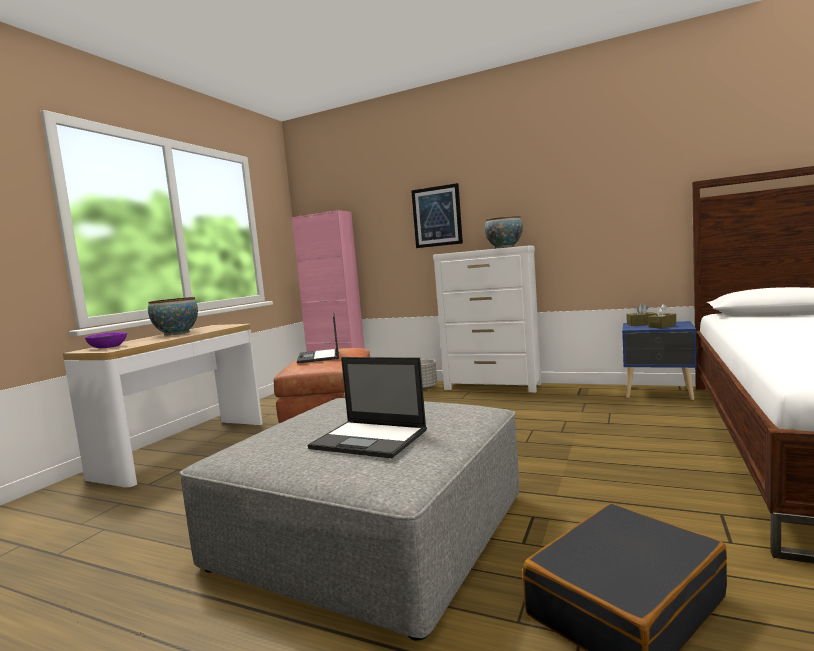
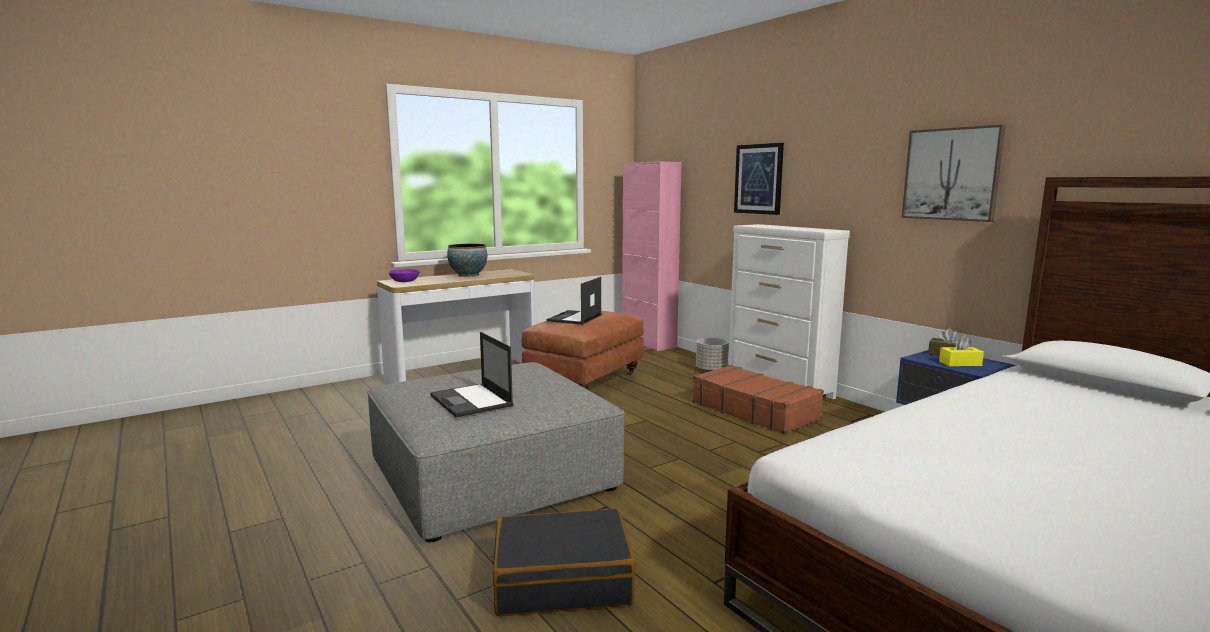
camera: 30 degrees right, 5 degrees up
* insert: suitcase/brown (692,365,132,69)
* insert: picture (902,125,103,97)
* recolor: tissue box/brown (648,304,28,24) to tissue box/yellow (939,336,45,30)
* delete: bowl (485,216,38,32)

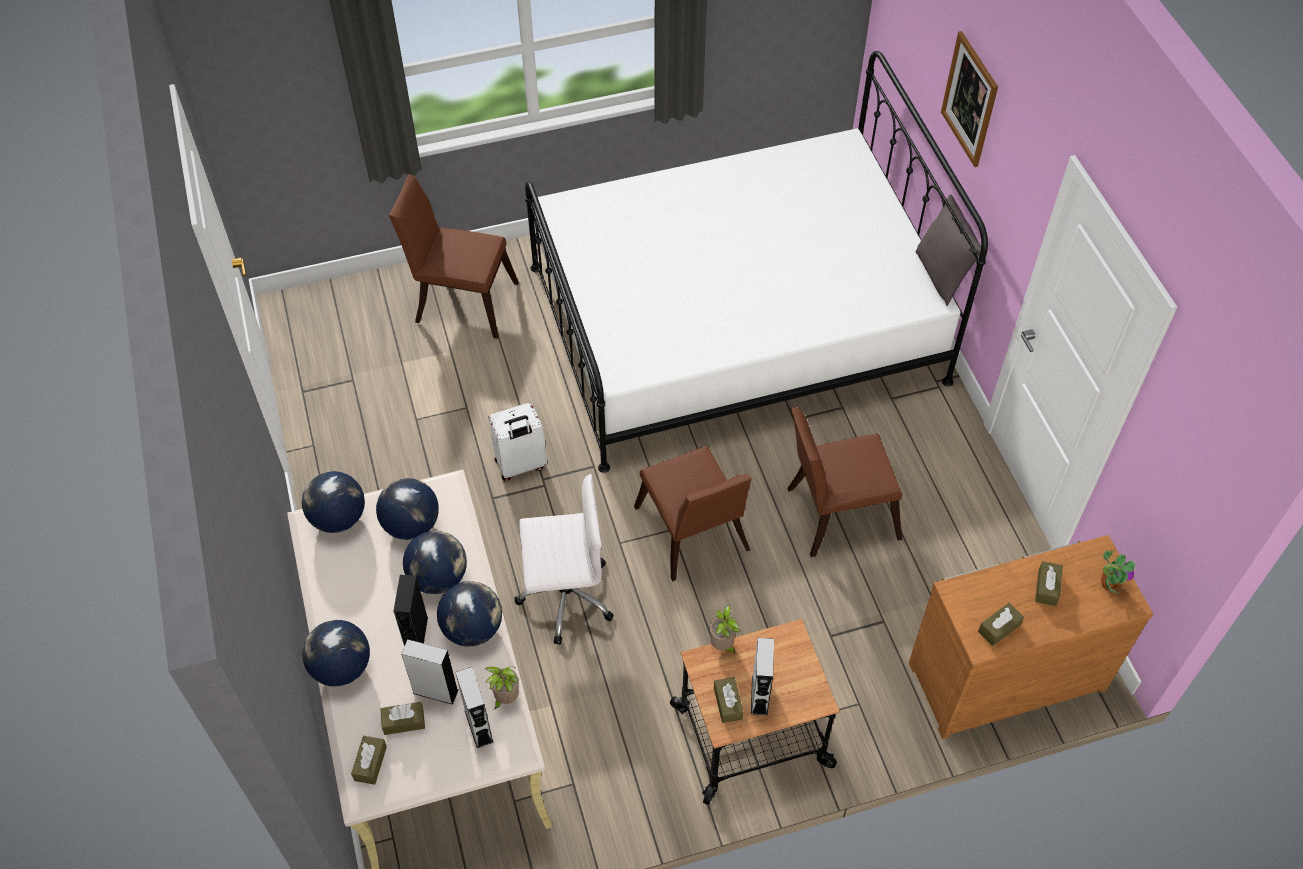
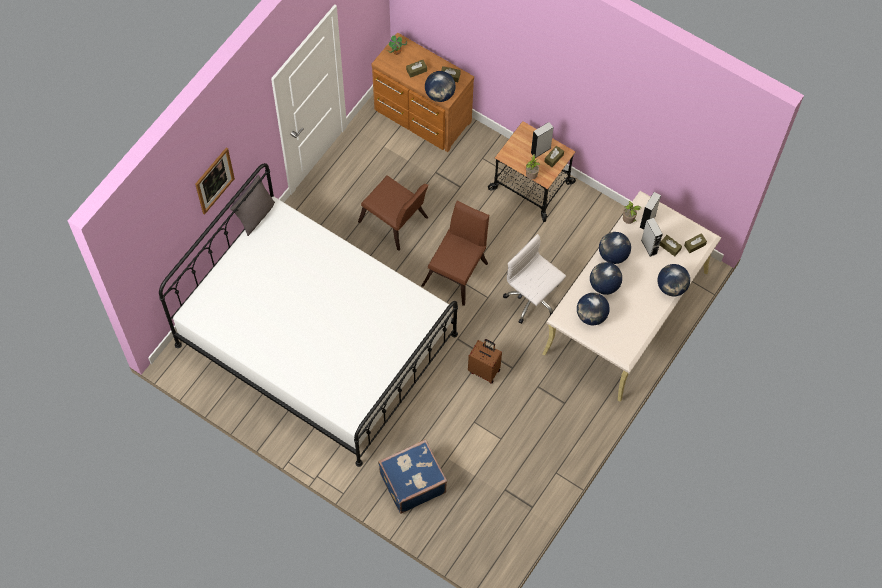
camera: 130 degrees left, 10 degrees up
* replace: chair/brown (389,174,130,165) to suitcase/blue (378,439,69,75)
* move: globe (302,471,63,62) to (425,71,31,31)
* recolor: suitcase/white (488,402,59,80) to suitcase/brown (468,339,34,45)
* delete: speaker/black (393,575,35,71)

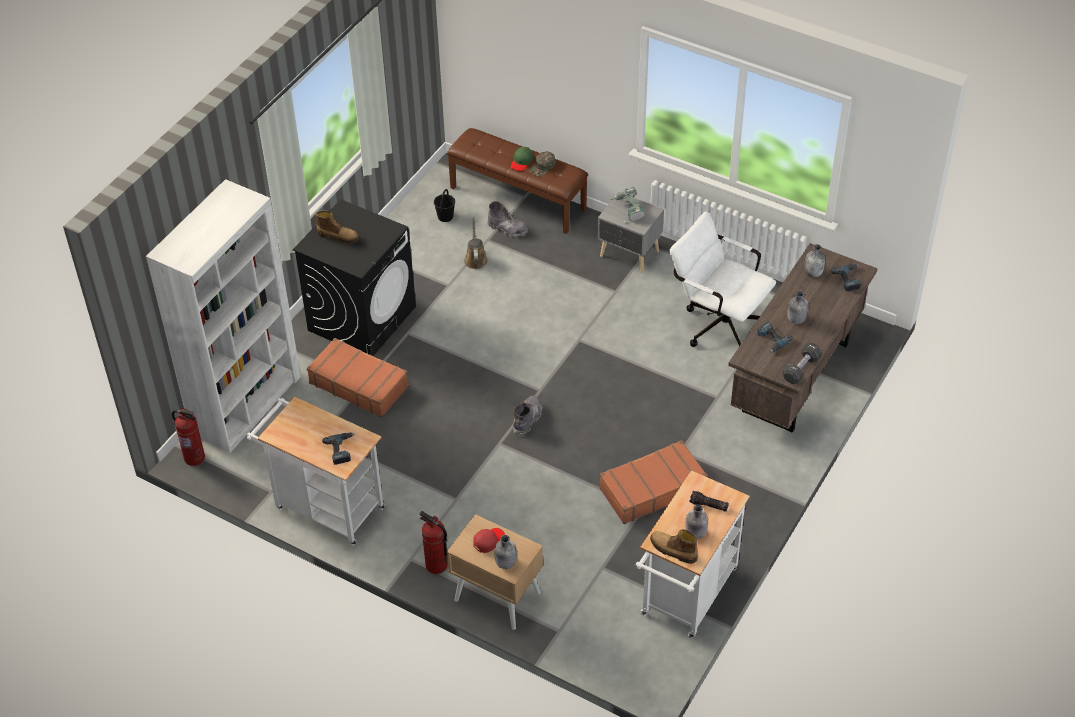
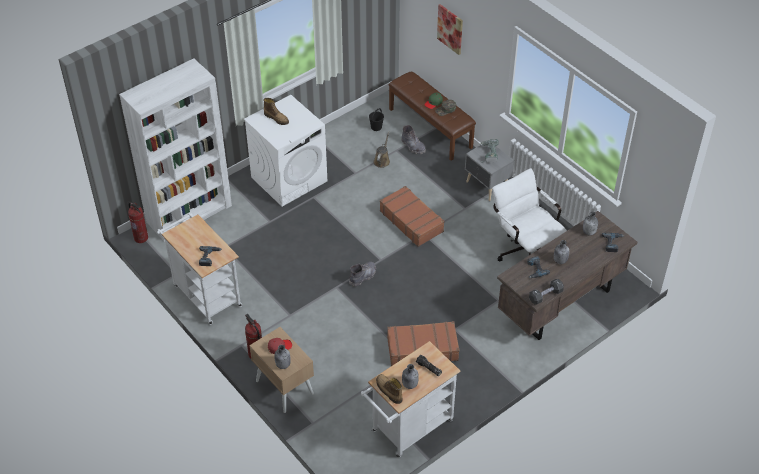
camera: 20 degrees right, 0 degrees up
* recolor: washing machine/black (293,199,123,157) to washing machine/white (244,95,83,112)
* move: suitcase/brown (307,338,102,80) to (380,186,65,61)
* insert: picture (437,4,26,51)

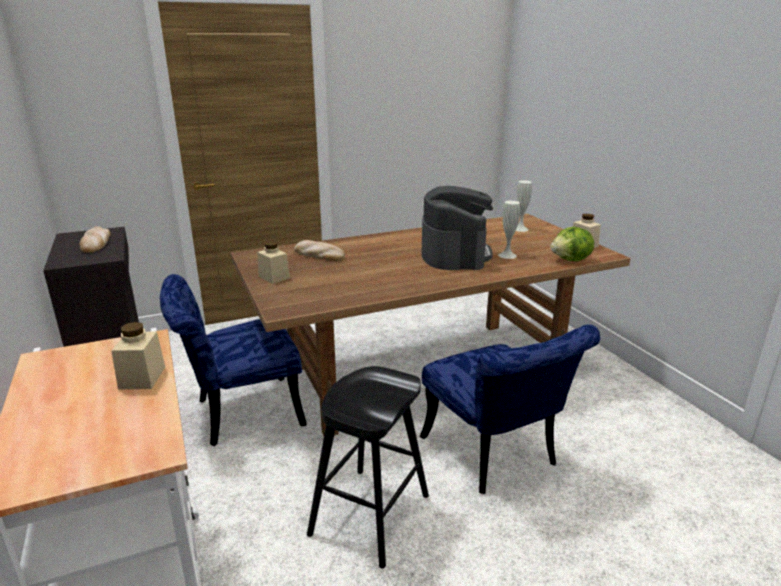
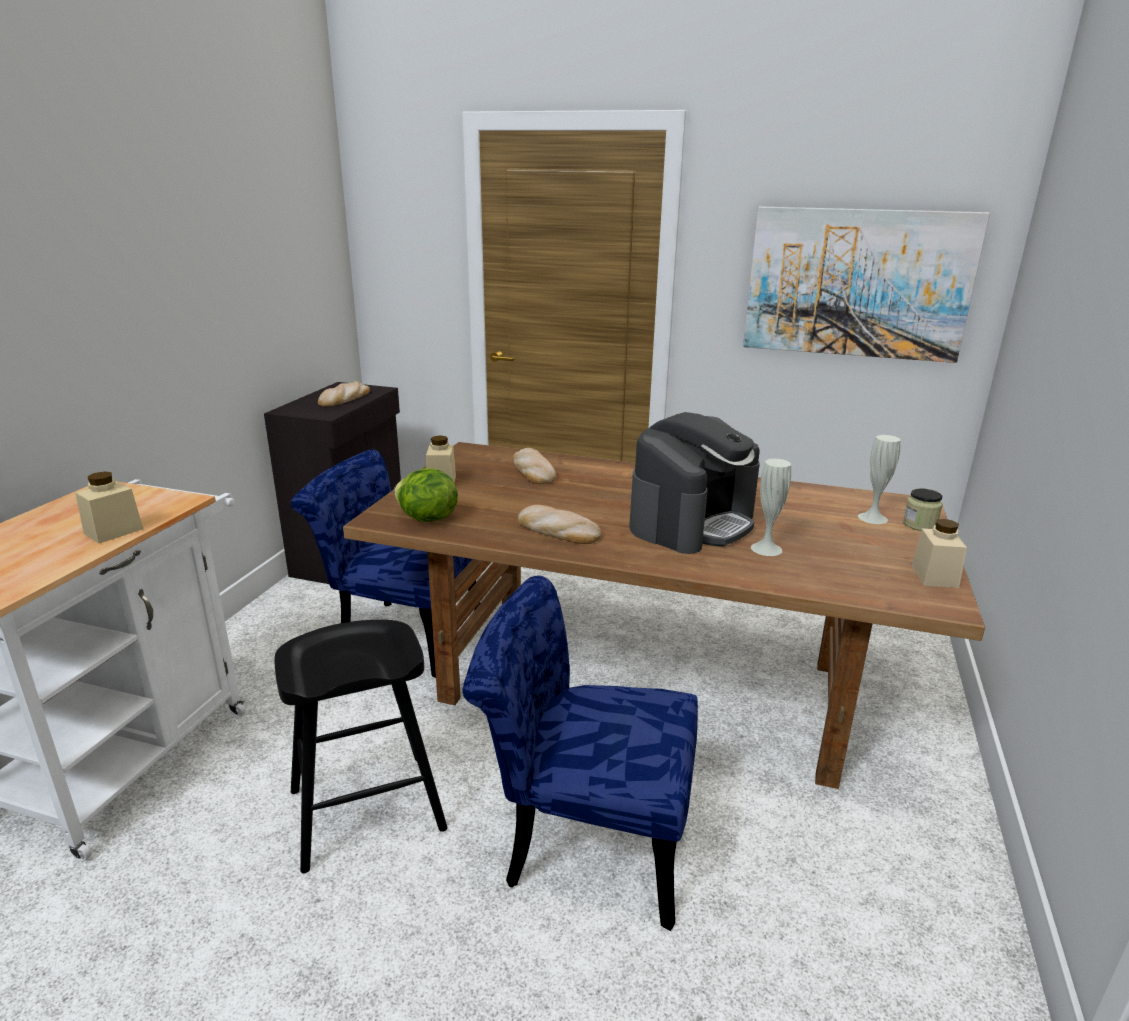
camera: 40 degrees right, 0 degrees up
* move: lettuce (550,227,44,34) to (394,468,64,54)
* rotate: chair/blue (419,324,181,170) = (462,576,236,355) 90 degrees clockwise
* insert: bread (518,505,84,39)
* insert: picture (743,206,247,157)
* insert: jar (903,488,40,43)

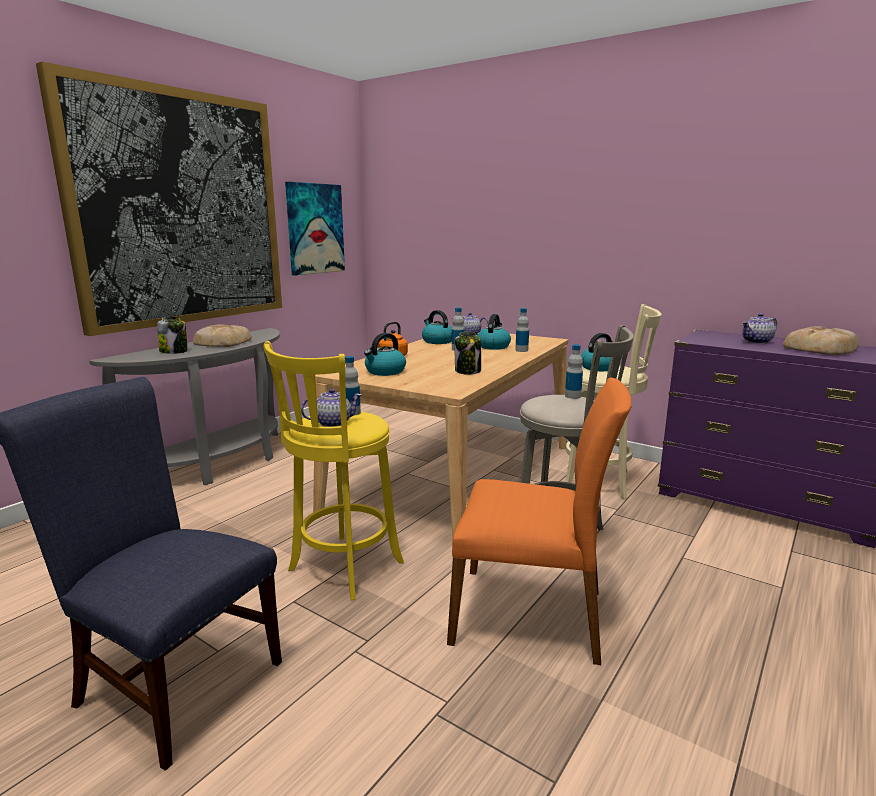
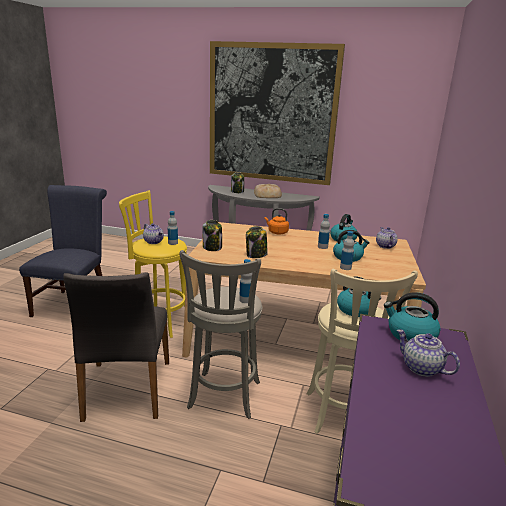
camera: 70 degrees right, 5 degrees up
* recolor: chair/orange (447,378,185,287) to chair/grey (63,272,106,150)
* insert: jar (202,220,20,31)
* move: kettle (364,333,42,43) to (384,292,56,49)
* delete: picture (285,182,60,94)
* delete: bread (783,326,76,29)

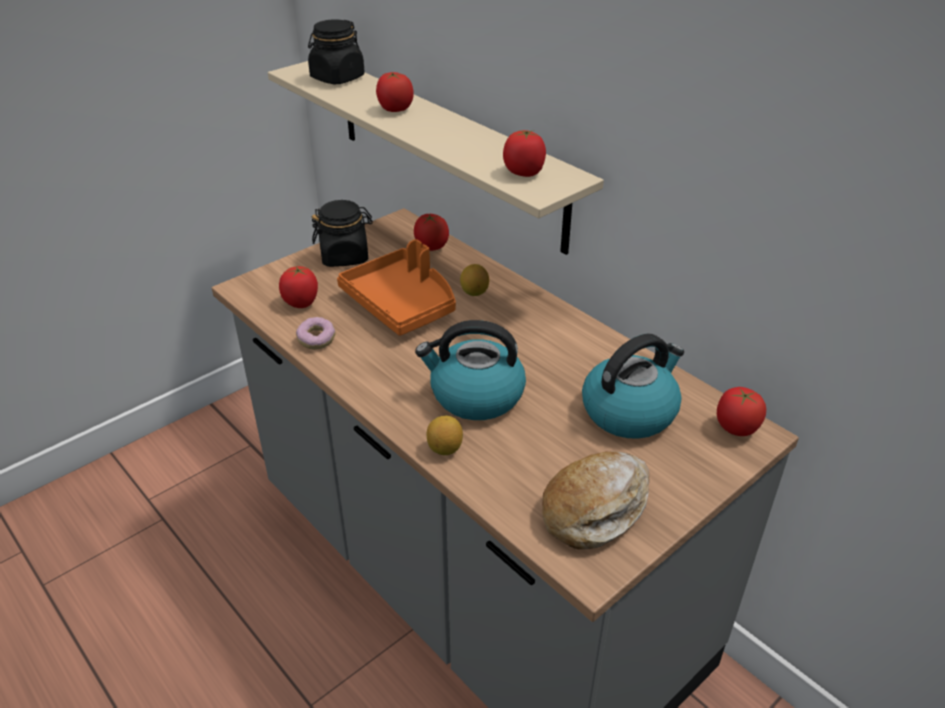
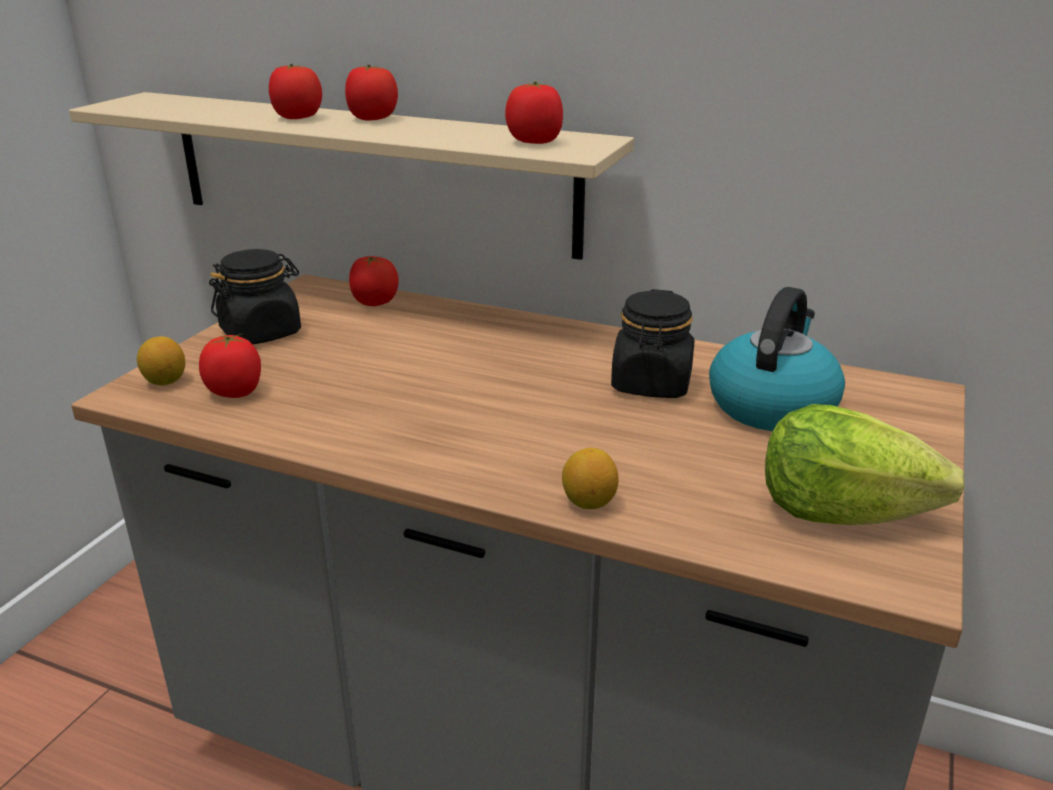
camera: 25 degrees left, 10 degrees down
* move: lemon (460,264,29,32) to (137,336,49,50)
* move: tomato (717,387,49,49) to (345,65,53,55)
* move: jar/black (308,19,57,65) to (611,289,83,109)
* replace: bread (542,451,107,99) to lettuce (765,404,200,121)
* delete: donut (296,317,39,33)
* delete: tray/orange (337,239,119,97)
* delete: kettle (415,320,111,100)

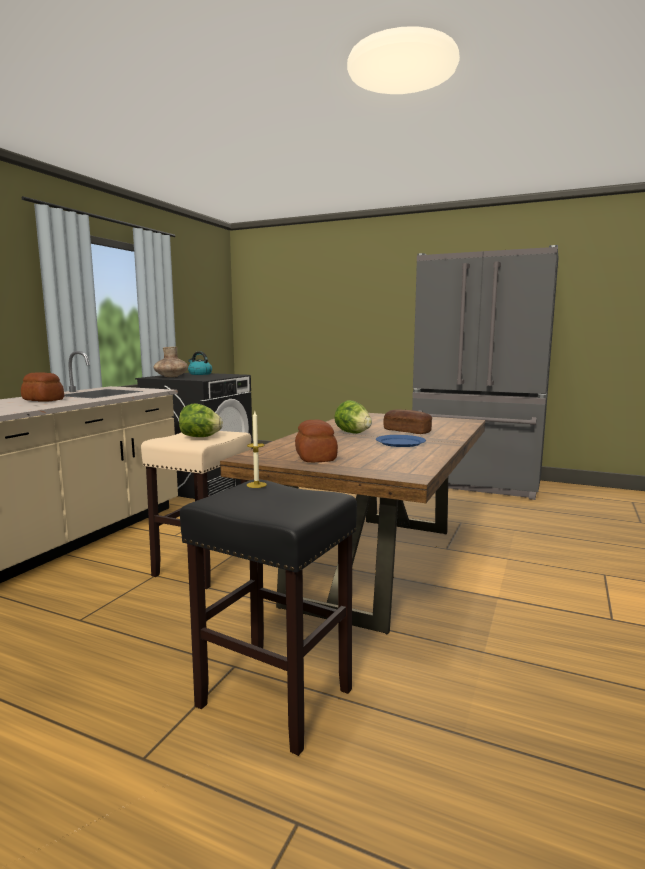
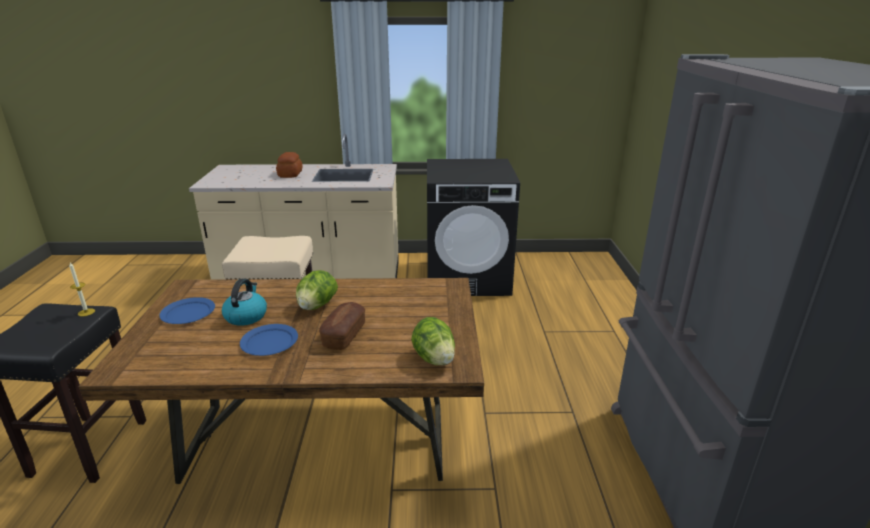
camera: 65 degrees right, 15 degrees up
* replace: bread (295,420,43,42) to plate/blue (159,297,56,27)
* move: kettle (188,351,24,24) to (222,279,45,47)
* move: lettuce (179,404,44,33) to (411,317,44,48)
* delete: vase/brown (154,347,34,30)

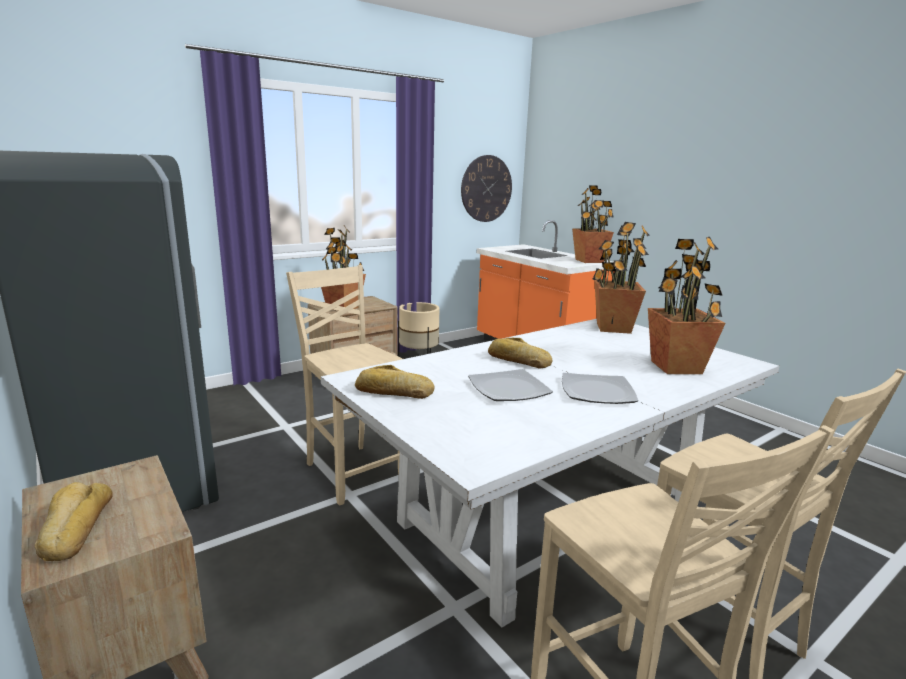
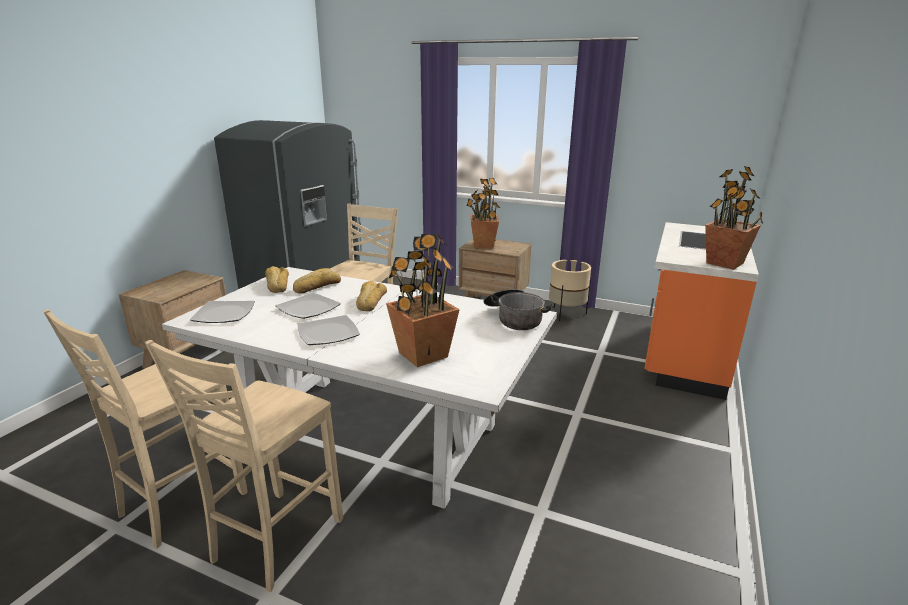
camera: 60 degrees right, 5 degrees up
* insert: plate (190,301,65,22)
* move: bread (35,482,78,79) to (293,268,48,26)
* replace: potted plant (592,222,57,112) to cooking pot (483,289,70,41)
* delete: wall clock (461,155,51,67)

